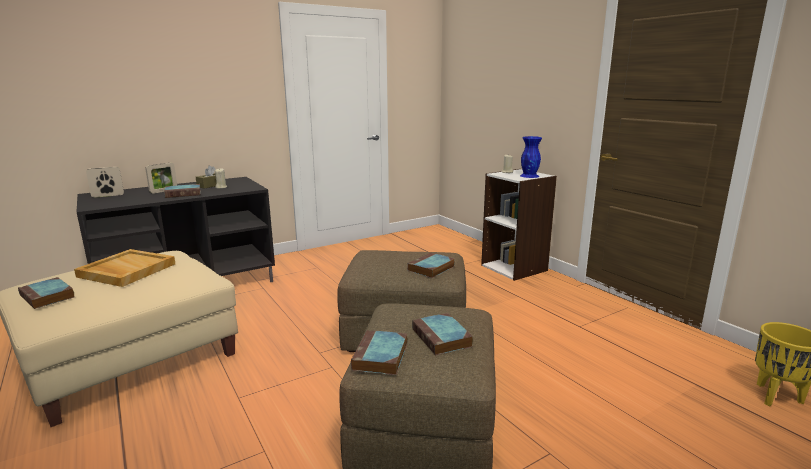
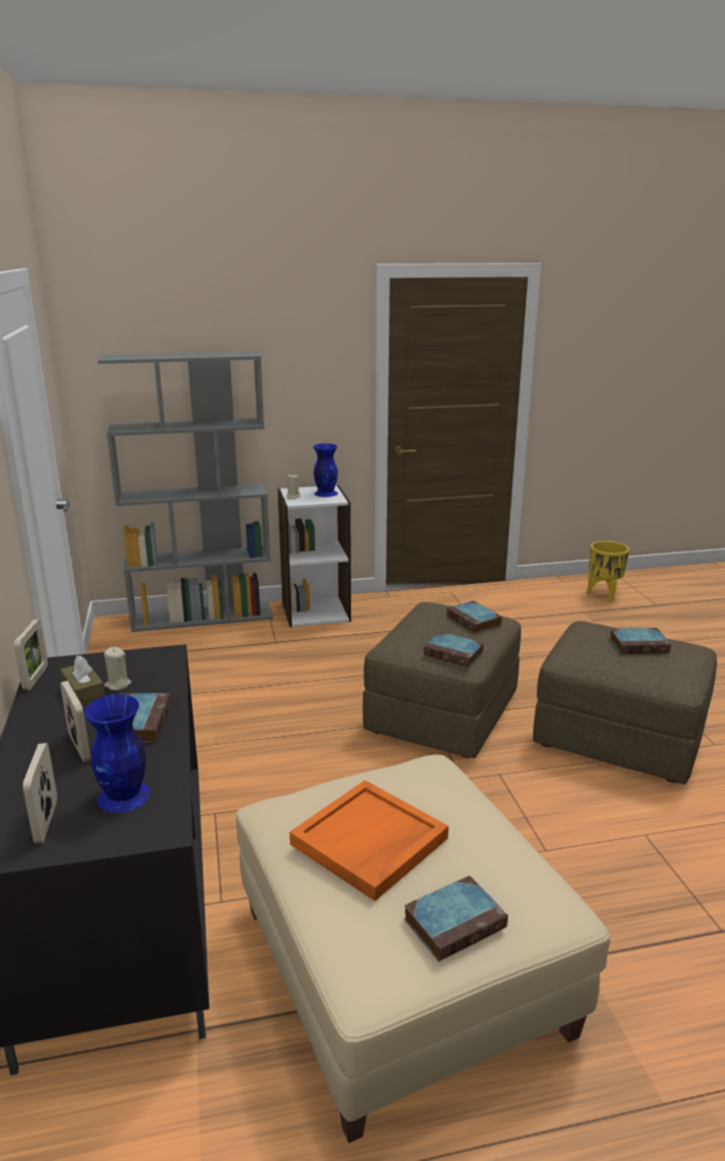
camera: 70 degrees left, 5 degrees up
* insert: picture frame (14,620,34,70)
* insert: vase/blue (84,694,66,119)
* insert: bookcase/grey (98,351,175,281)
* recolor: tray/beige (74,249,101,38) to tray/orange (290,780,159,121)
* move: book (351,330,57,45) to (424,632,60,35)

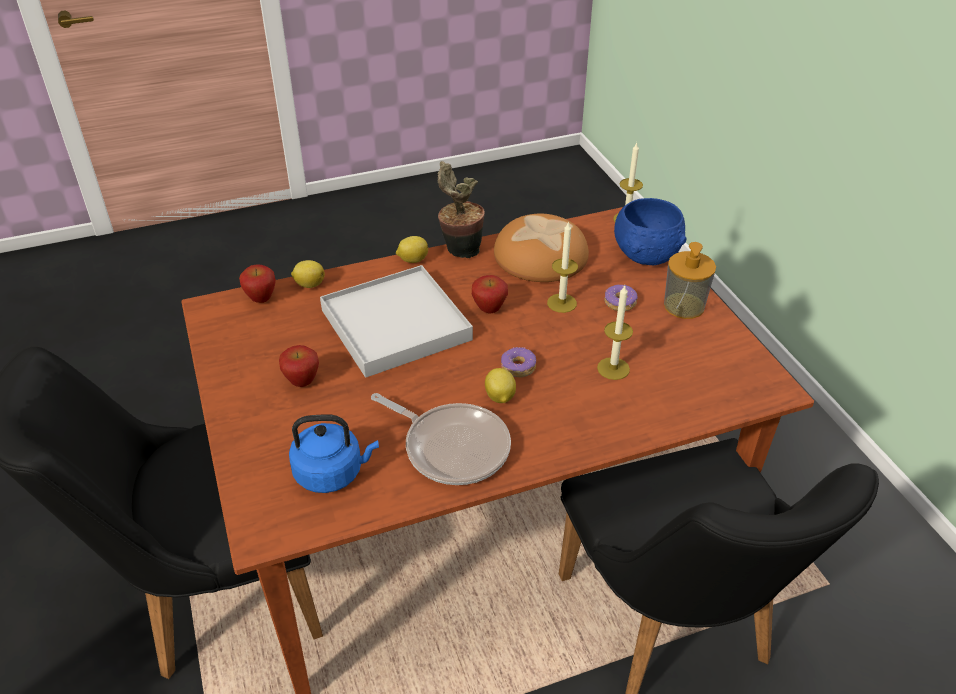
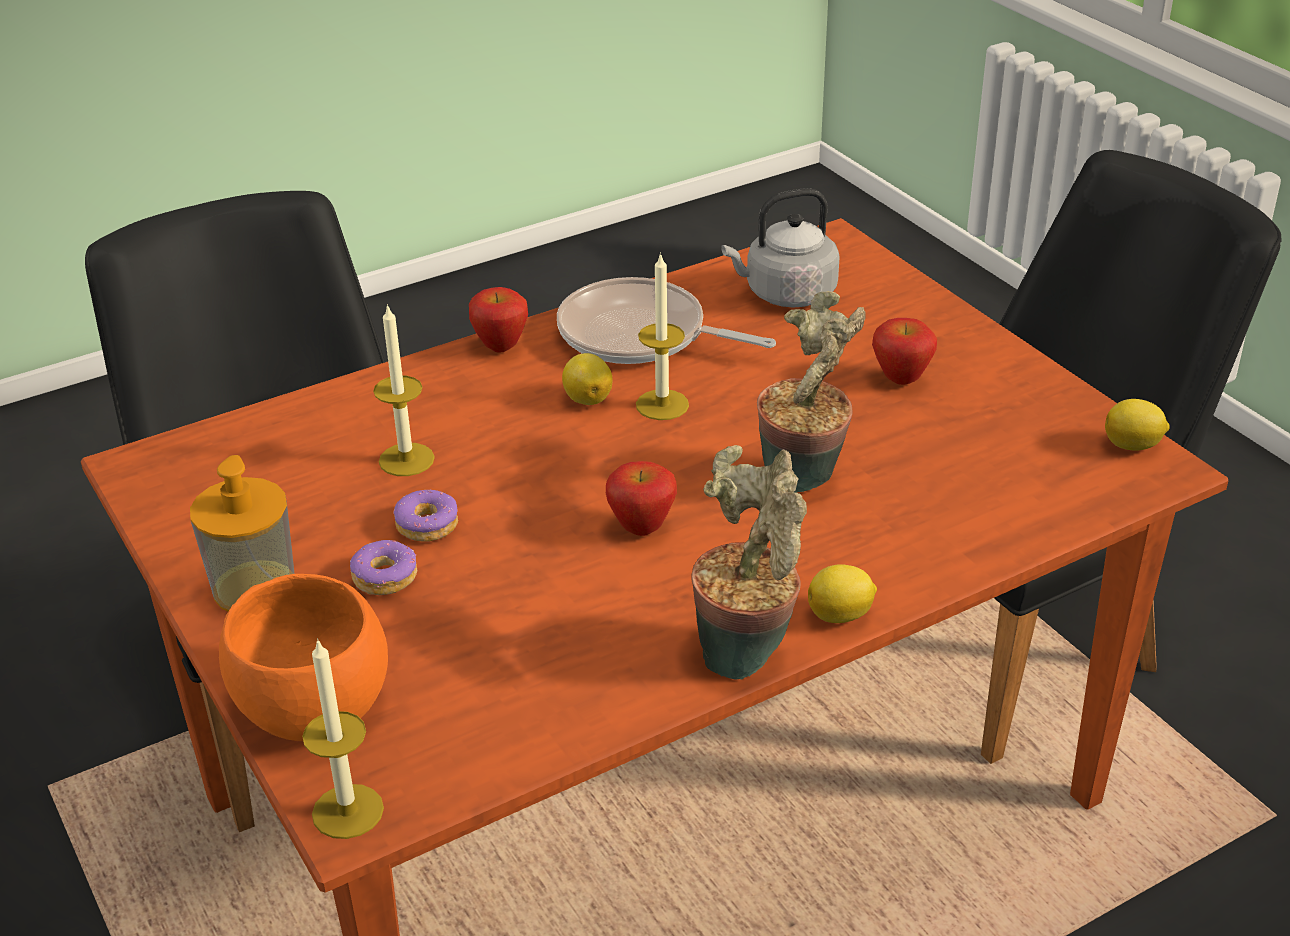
camera: 170 degrees right, 5 degrees down
* recolor: bowl/blue (614,198,73,67) to bowl/orange (219,574,169,167)
* move: donut (501,347,35,31) to (393,490,65,52)
* move: apple (239,264,37,39) to (469,287,59,66)
* move: candle (547,221,31,92) to (636,252,53,168)
* recolor: kettle/blue (289,415,90,78) to kettle/grey (721,188,119,120)
* replace: tray/white (320,265,153,113) to potted plant (757,291,109,202)
* move: lemon (291,260,34,28) to (1105,399,65,52)
* delete: bread (494,214,95,68)

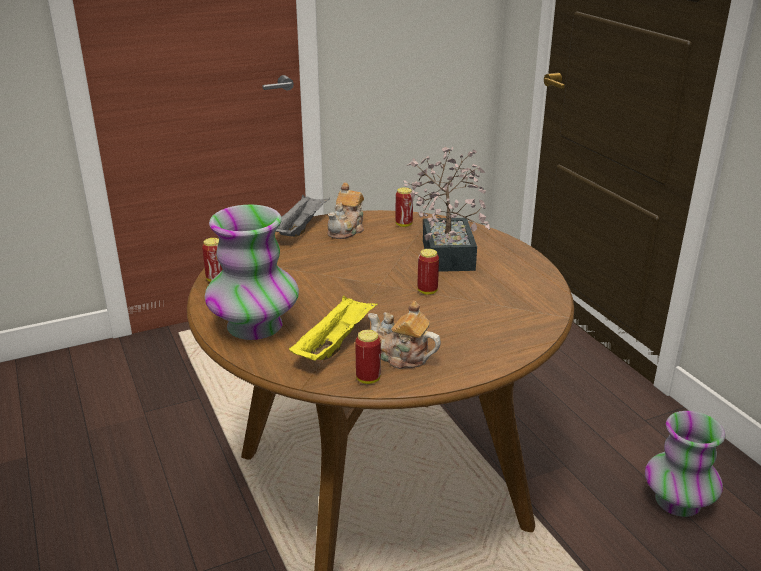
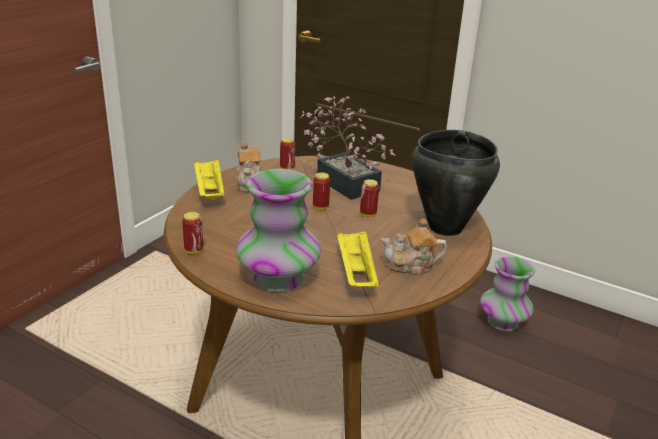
camera: 35 degrees left, 0 degrees up
* recolor: tray/grey (276,195,54,42) to tray/yellow (194,159,30,40)
* move: can (355,330,26,54) to (313,172,17,38)
* insert: cooking pot/black (412,130,88,106)

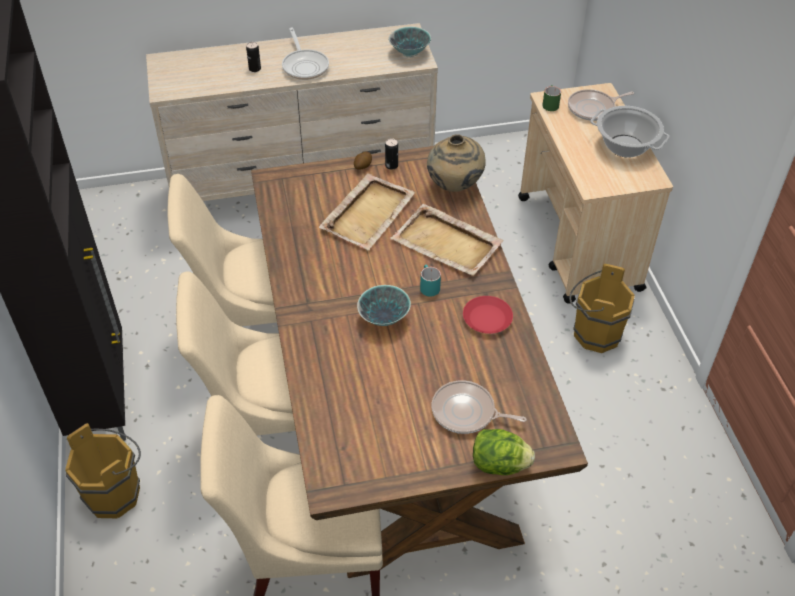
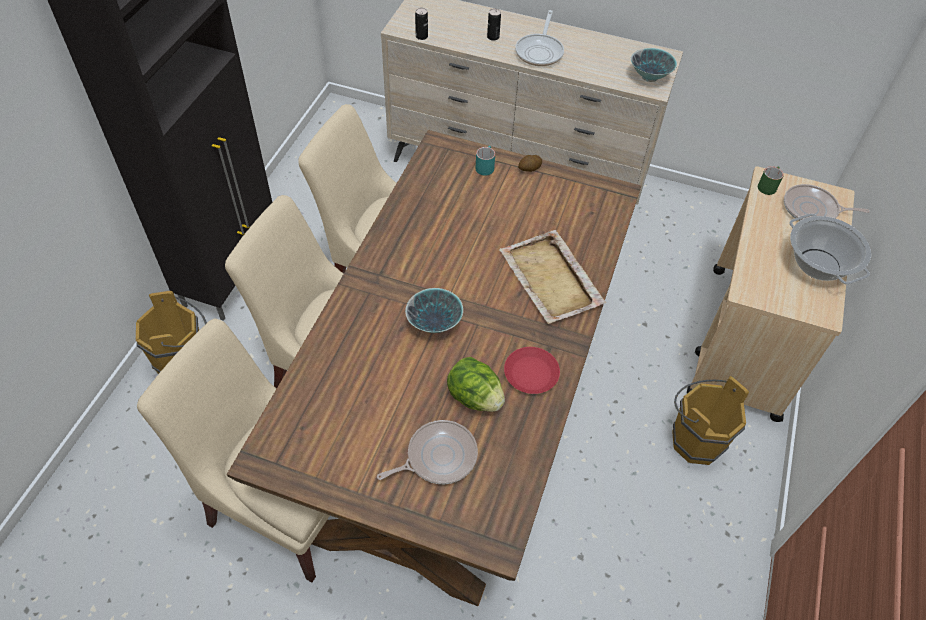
camera: 30 degrees right, 5 degrees up
* rotate: frying pan (432,380,94,54) = (377,420,101,64) 105 degrees clockwise
* move: can (385,138,13,32) to (415,8,13,32)
* move: lettuce (473,429,62,46) to (447,357,58,55)
* move: mug/turquoise (420,265,21,31) to (475,146,20,30)
* delete: tray/beige (319,173,96,77)
* delete: vase/beige (427,134,59,58)

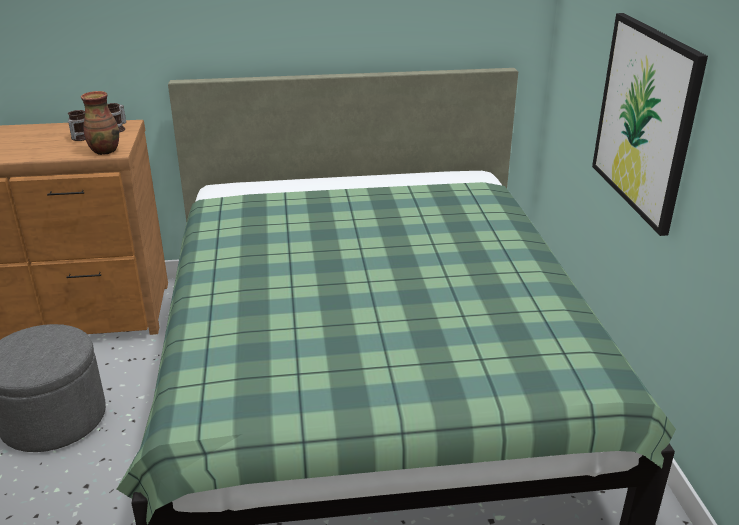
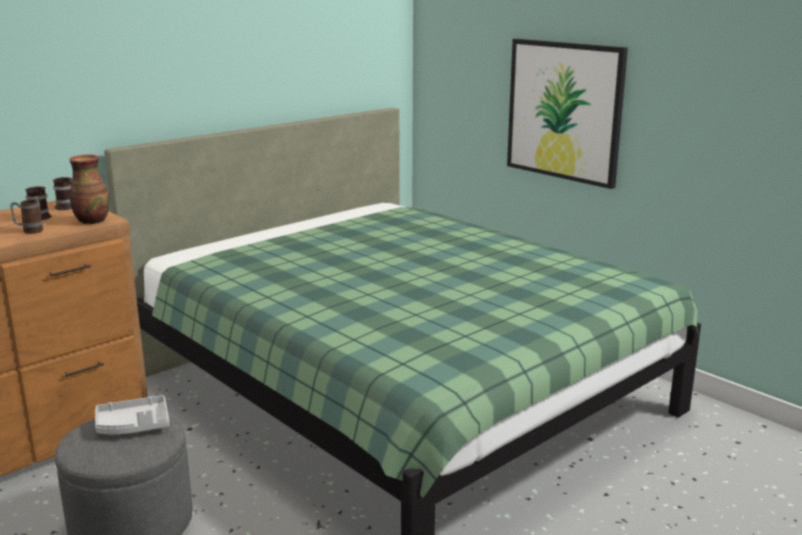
camera: 35 degrees left, 10 degrees down
* insert: mug (10,200,33,34)
* insert: tray/grey (95,395,74,39)

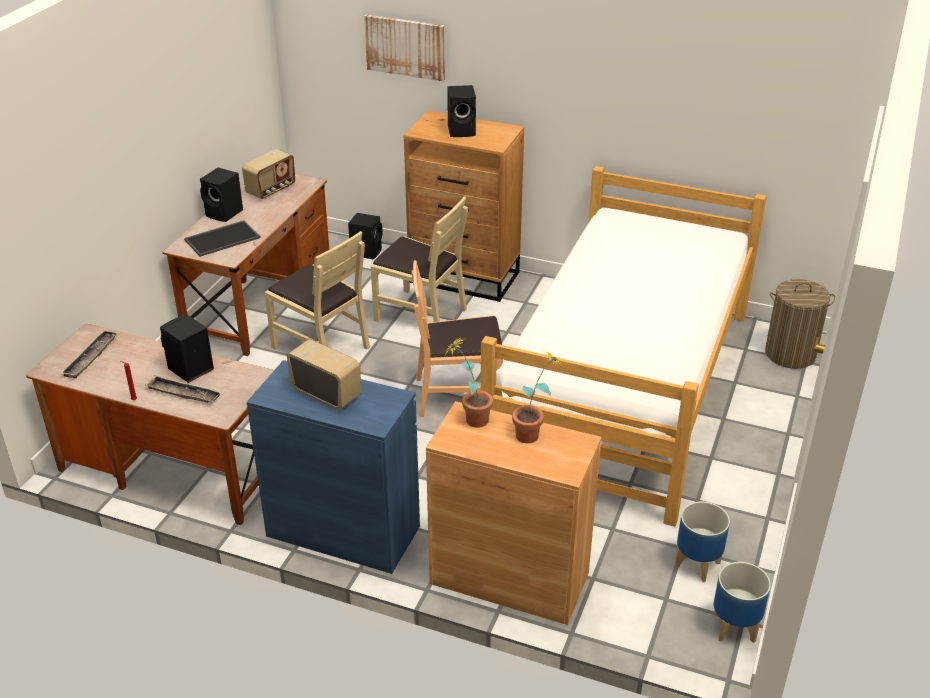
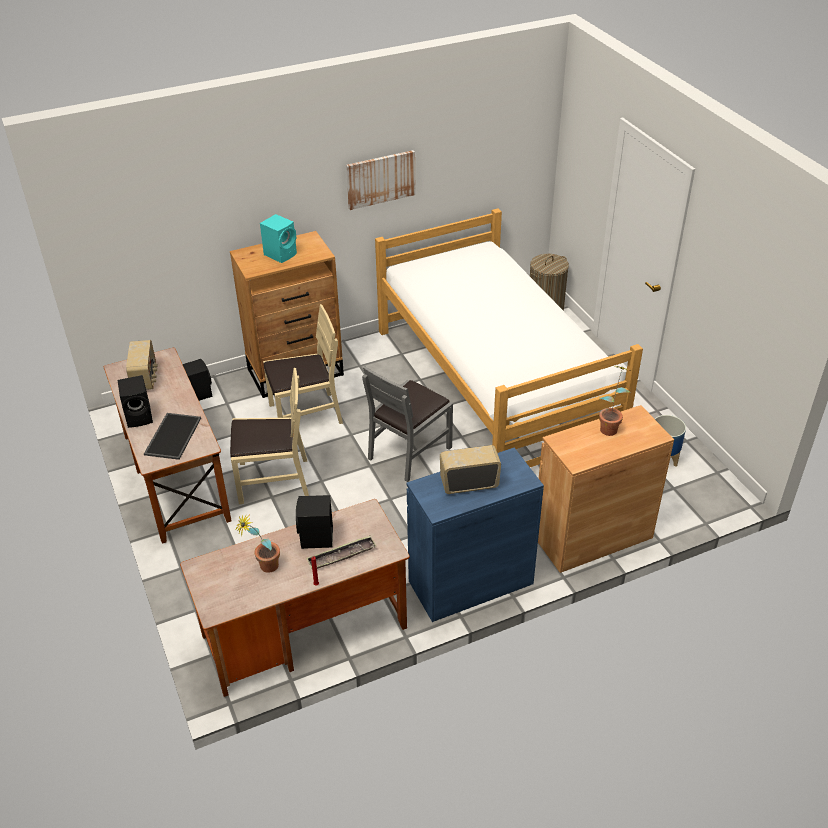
camera: 45 degrees left, 5 degrees up
* move: potted plant (444,337,49,91) to (235,514,45,59)
* recolor: speaker/black (447,85,29,52) to speaker/turquoise (260,214,37,49)
* move: picture (364,15,81,66) to (346,150,70,60)
* recolor: chair/brown (411,260,92,157) to chair/grey (362,366,91,116)
* delete: tray (61,330,57,48)
* delete: planter (714,562,57,81)

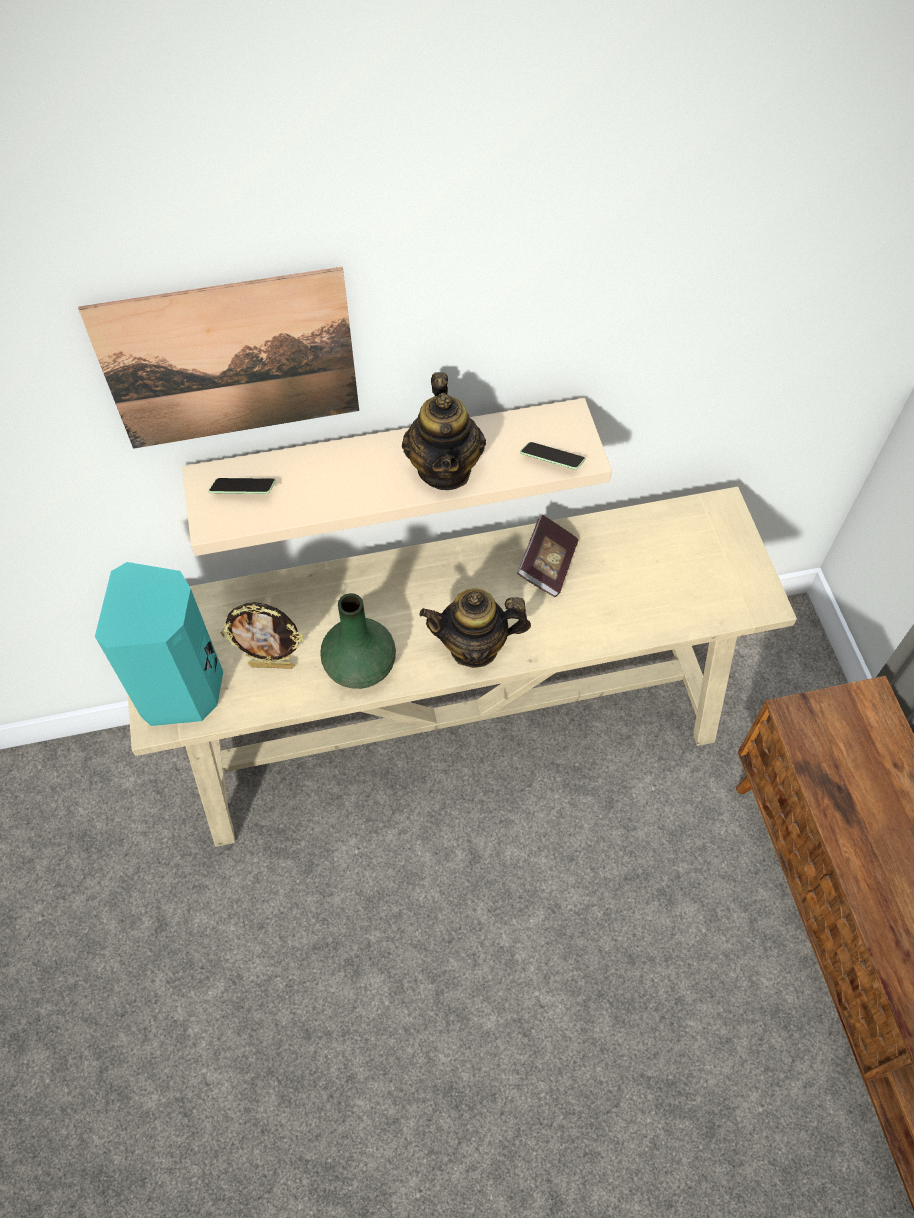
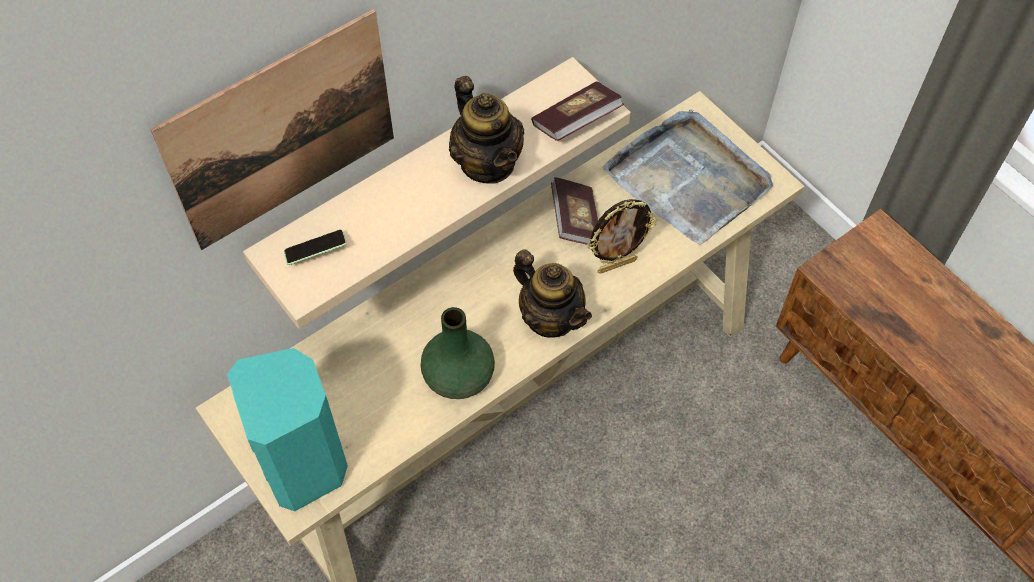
camera: 25 degrees left, 0 degrees up
* rotate: teapot (420,588,111,80) = (513,249,79,89) 105 degrees counterclockwise
* replace: phone (520,442,66,27) to book (531,82,93,59)
* move: picture frame (221,602,83,67) to (587,199,70,75)
* insert: tray/grey (602,109,171,136)

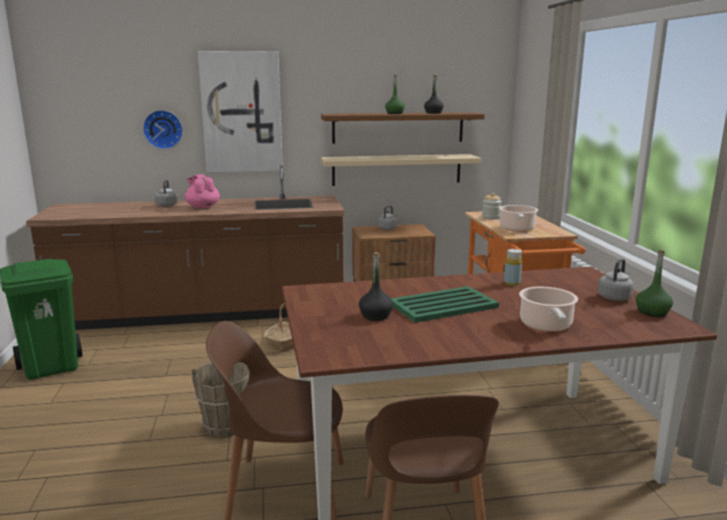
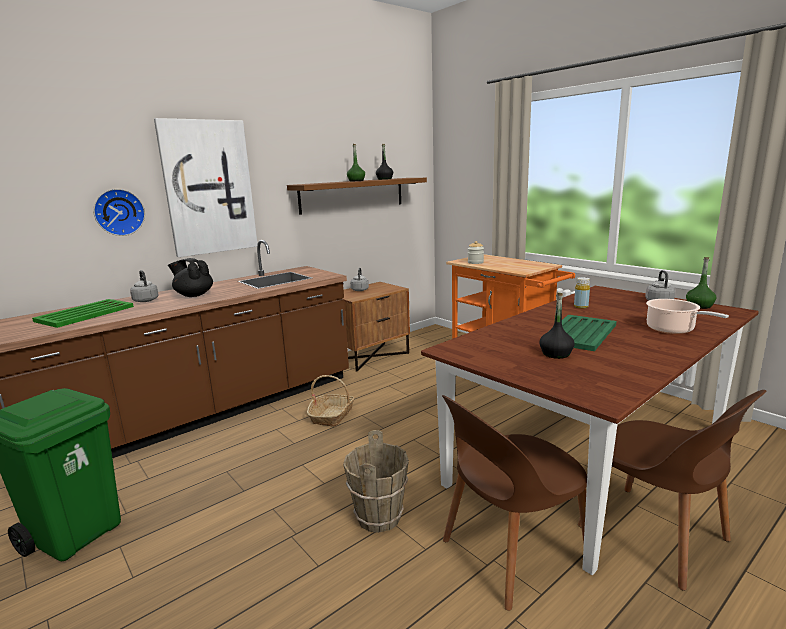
camera: 30 degrees left, 0 degrees up
* insert: tray/green (32,299,102,29)
* recolor: teapot/pink (185,174,35,35) to teapot/black (168,258,45,39)
* delete: shelf/beige (321,154,161,32)
* delete: cooking pot (499,205,39,27)

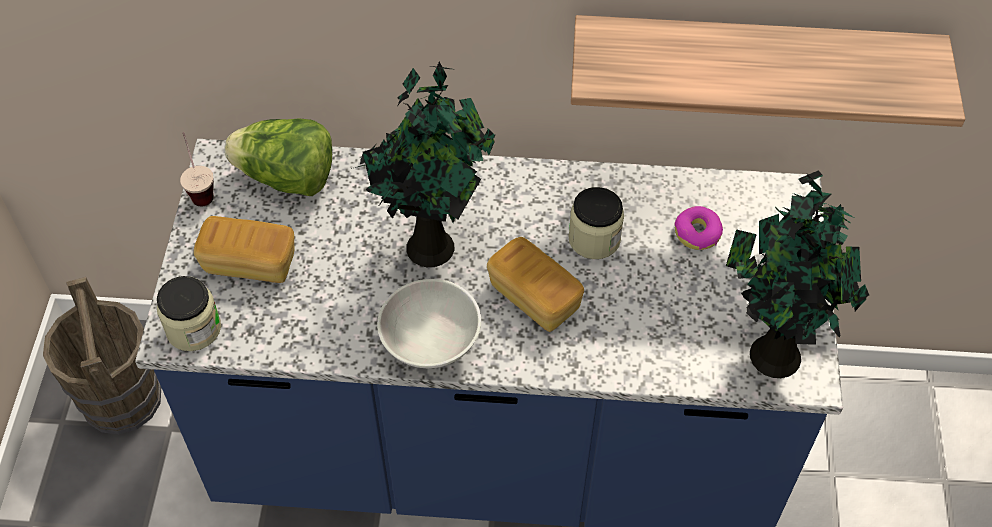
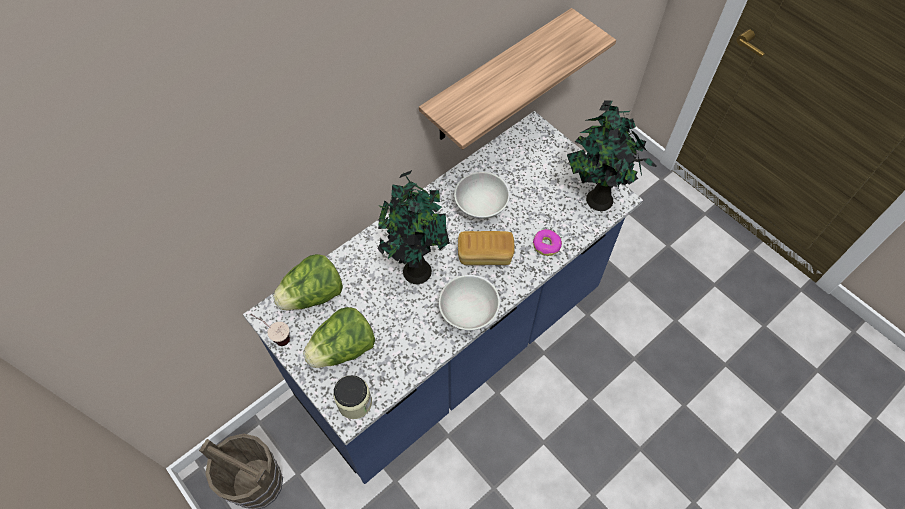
camera: 45 degrees left, 5 degrees up
* replace: bread (194,216,101,67) to lettuce (303,307,72,61)
* replace: jar (568,187,56,72) to bowl/white (454,172,56,47)
* move: donut (674,206,49,44) to (533,229,29,27)

